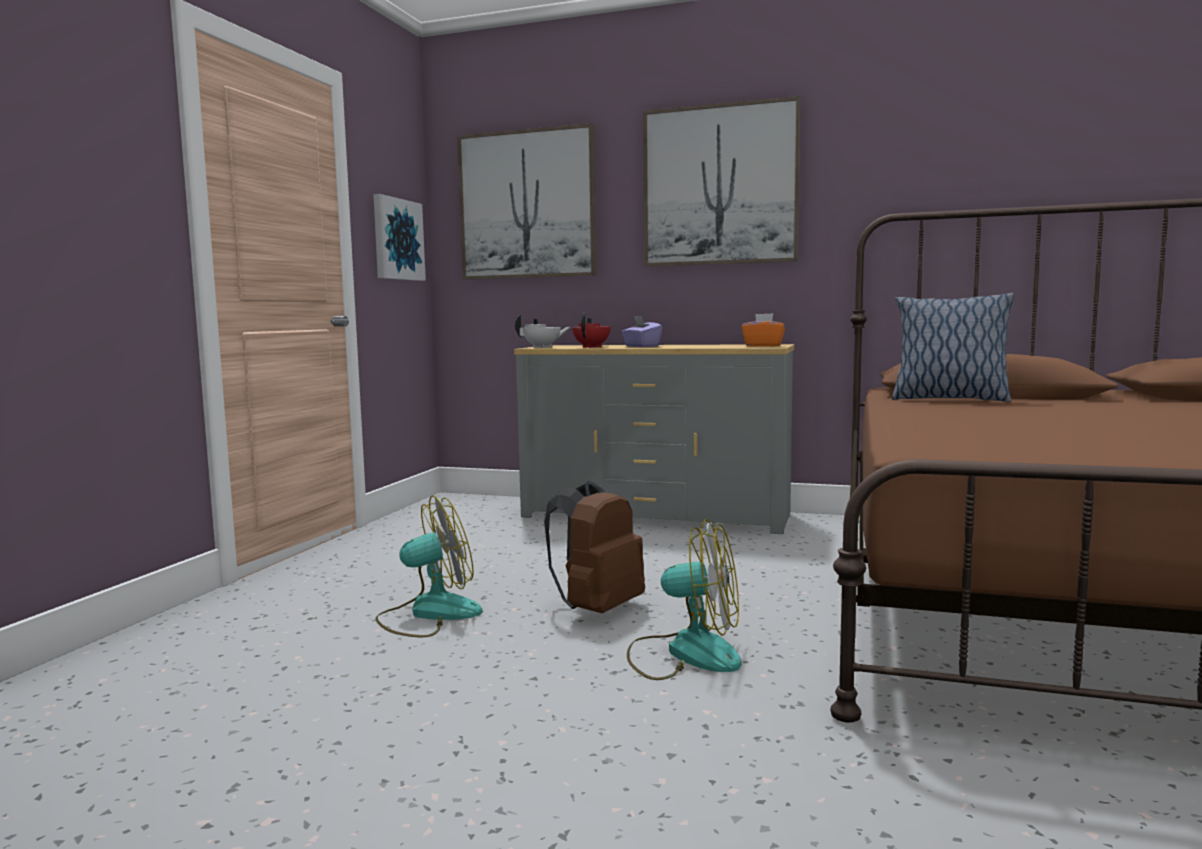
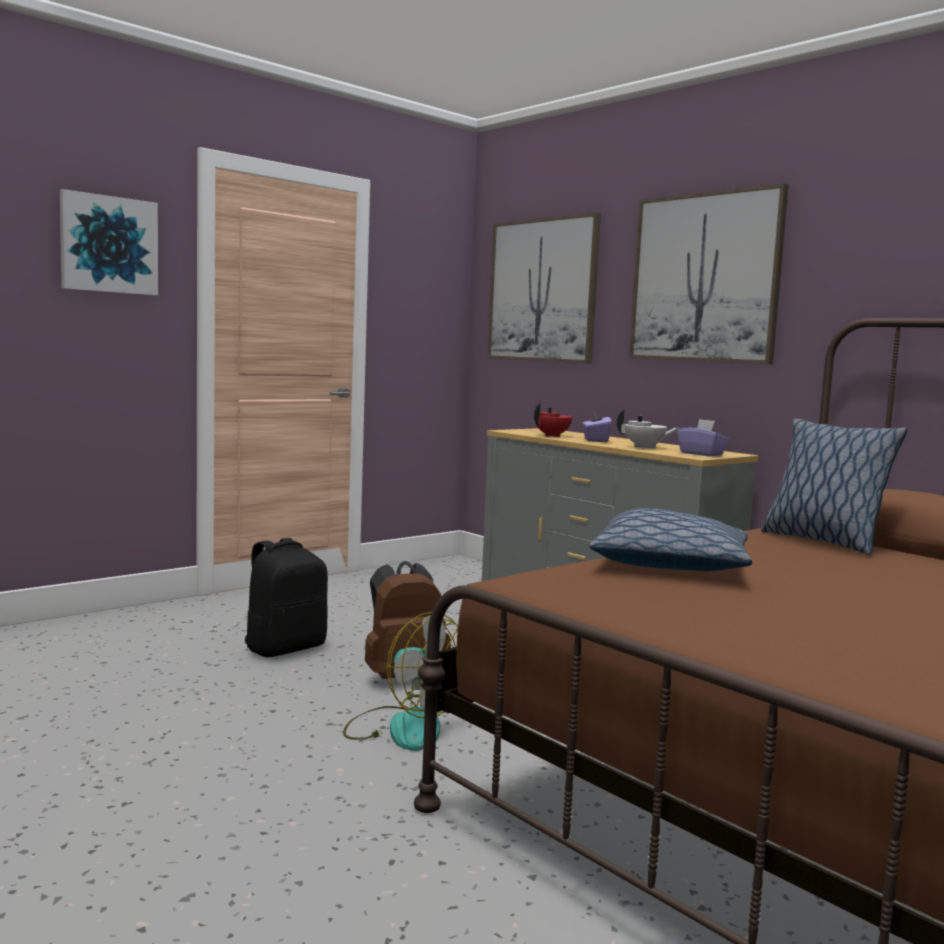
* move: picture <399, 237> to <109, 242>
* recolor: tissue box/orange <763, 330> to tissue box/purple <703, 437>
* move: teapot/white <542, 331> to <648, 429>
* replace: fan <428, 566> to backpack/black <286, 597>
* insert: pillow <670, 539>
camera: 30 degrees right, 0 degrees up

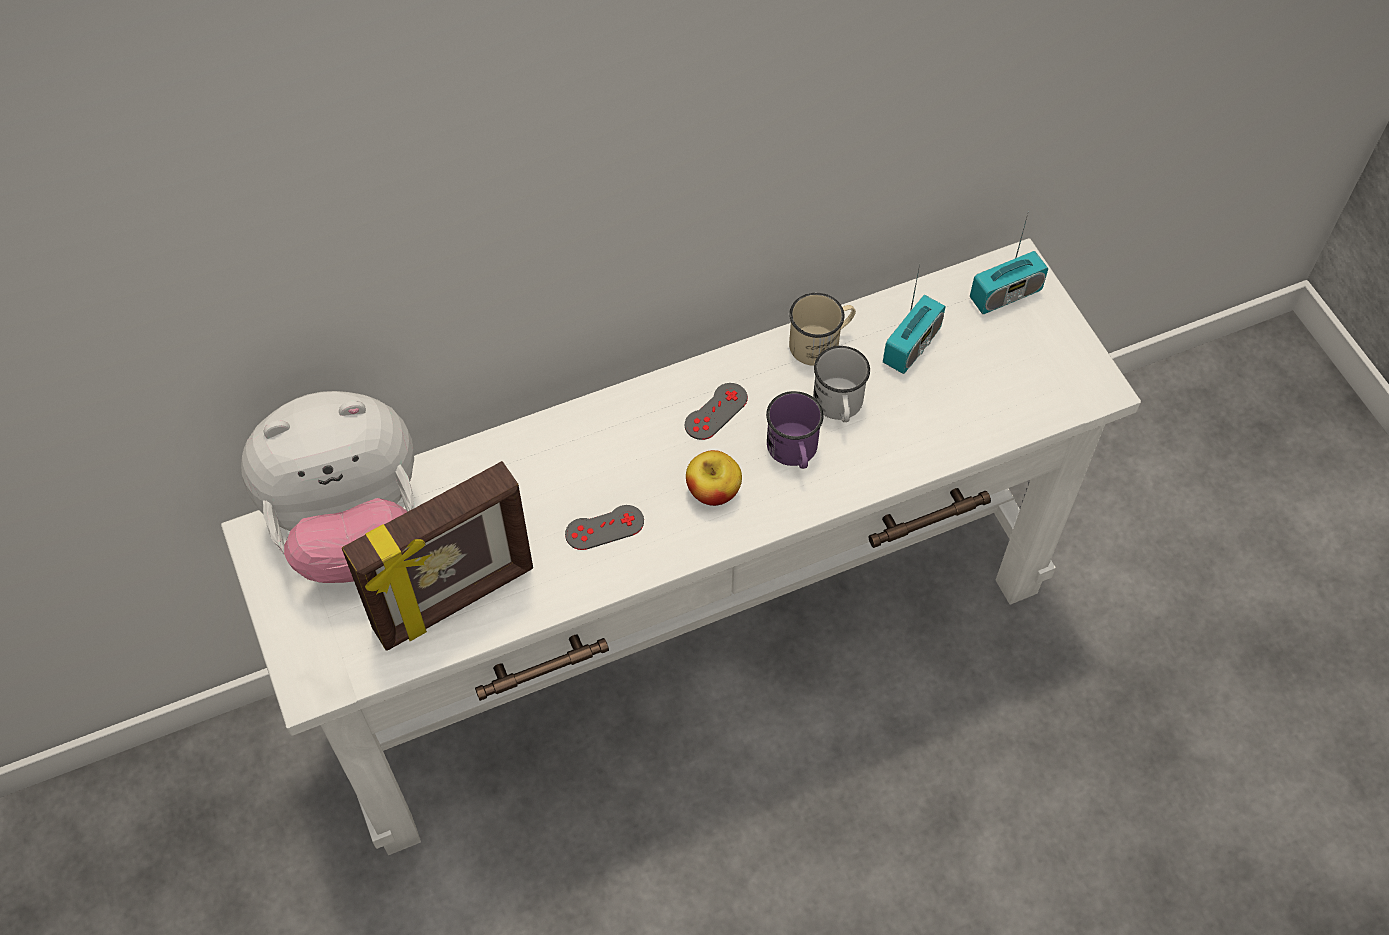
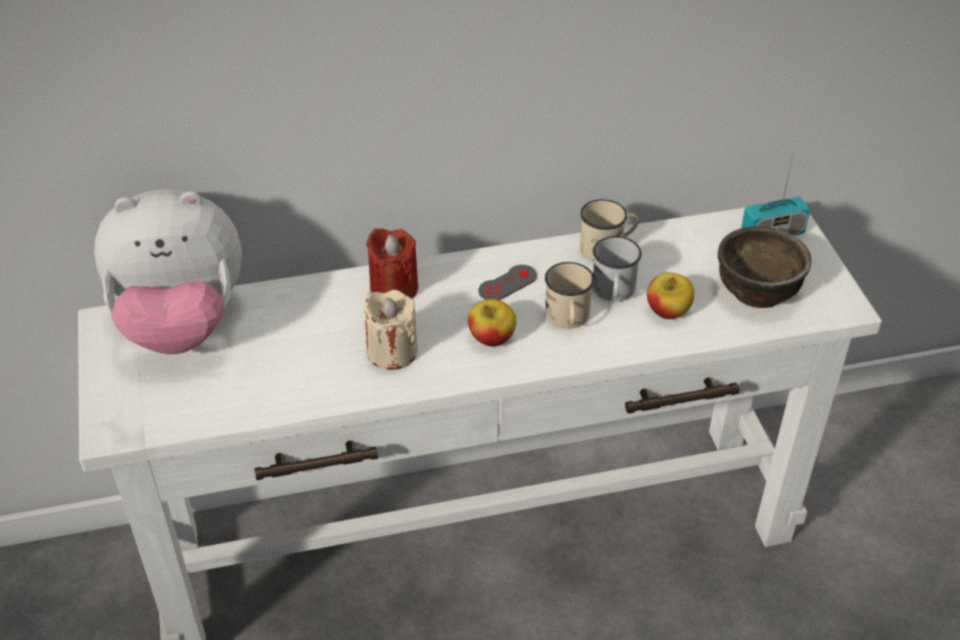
* delete: radio <914, 319>
* recolor: mug/purple <795, 430> to mug/beige <569, 295>
* delete: picture frame <437, 556>
* replace: game controller/grey <604, 527> to candle/beige <390, 330>
* insert: bowl/brown <765, 267>
* insert: candle/red <392, 263>
* insert: apple <670, 295>
camera: 10 degrees right, 15 degrees down

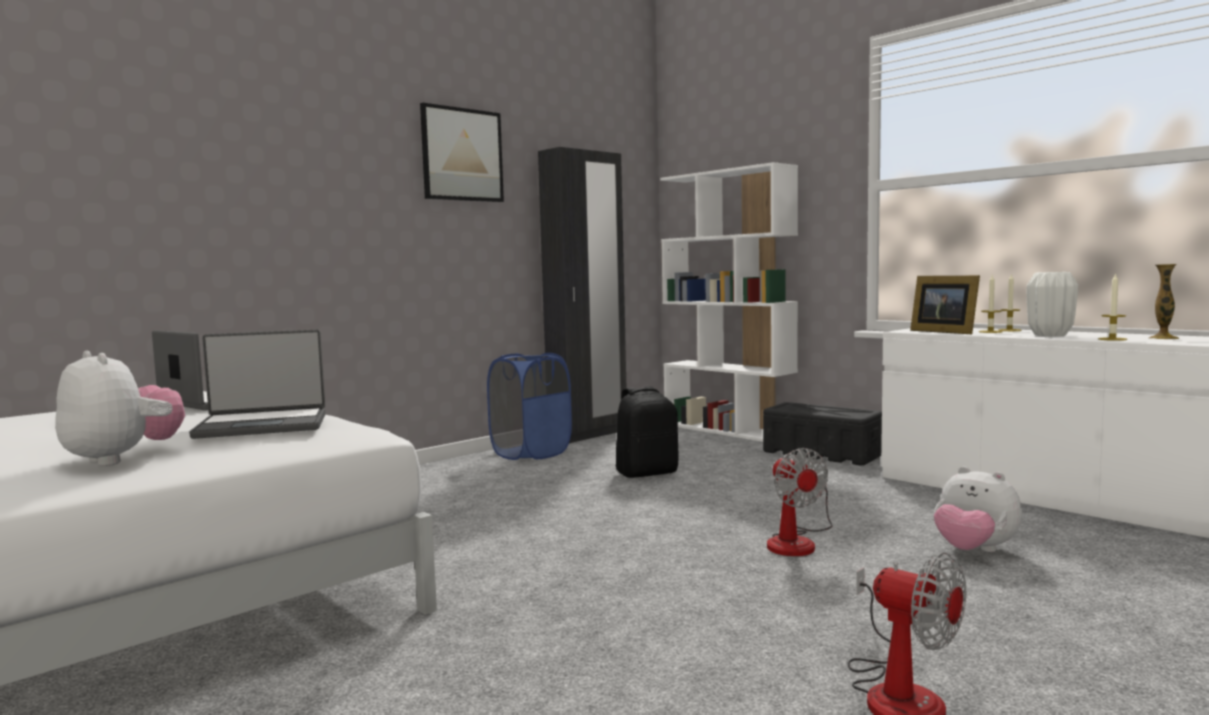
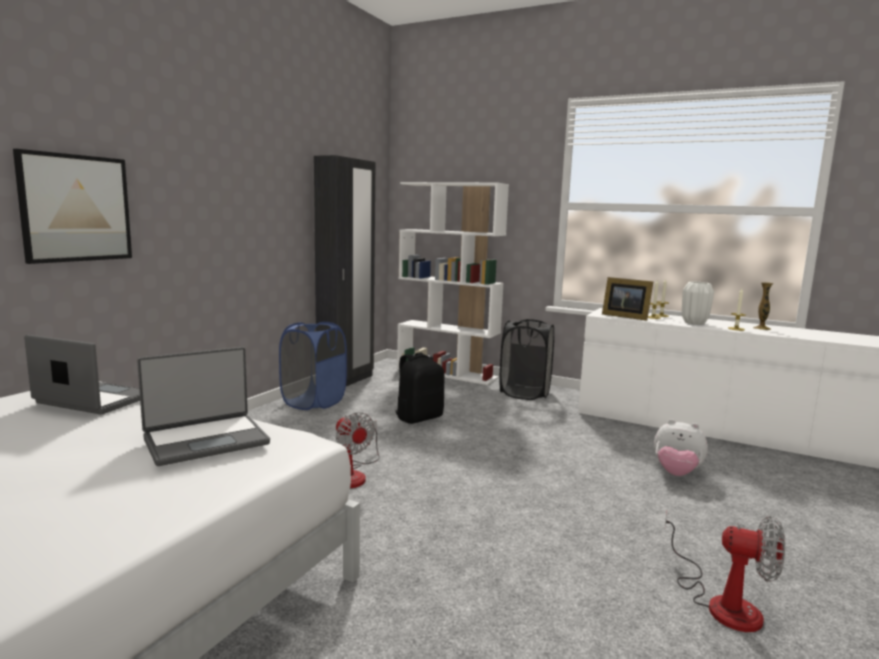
* move: picture <462, 152> to <72, 206>
* delete: plush toy <120, 408>
* replace: storage box/black <822, 433> to laundry basket/black <526, 359>
* move: fan <800, 502> to <358, 450>
camera: 20 degrees left, 5 degrees up

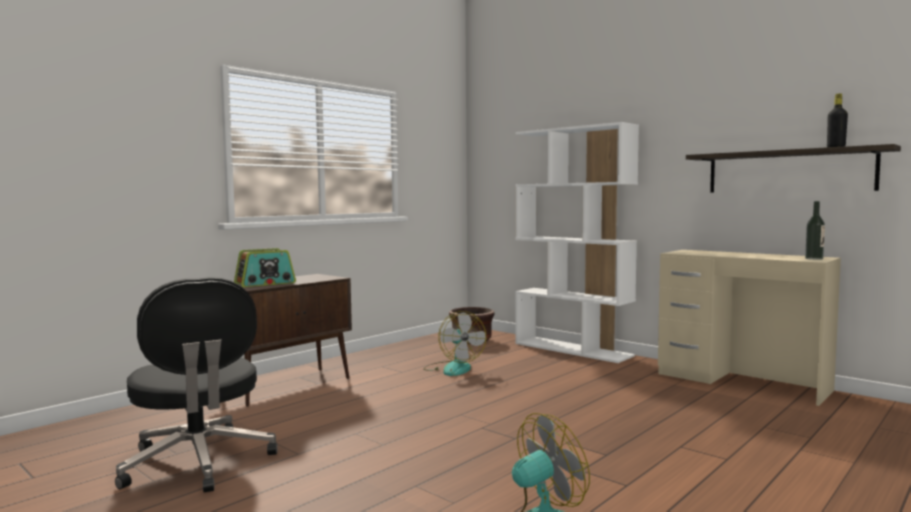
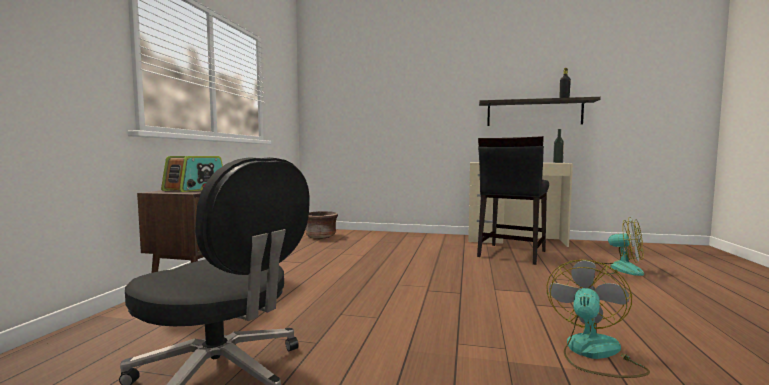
* delete: bookcase/white <577, 242>
* move: fan <454, 343> to <619, 246>
* insert: chair/black <513, 200>
camera: 30 degrees left, 0 degrees up

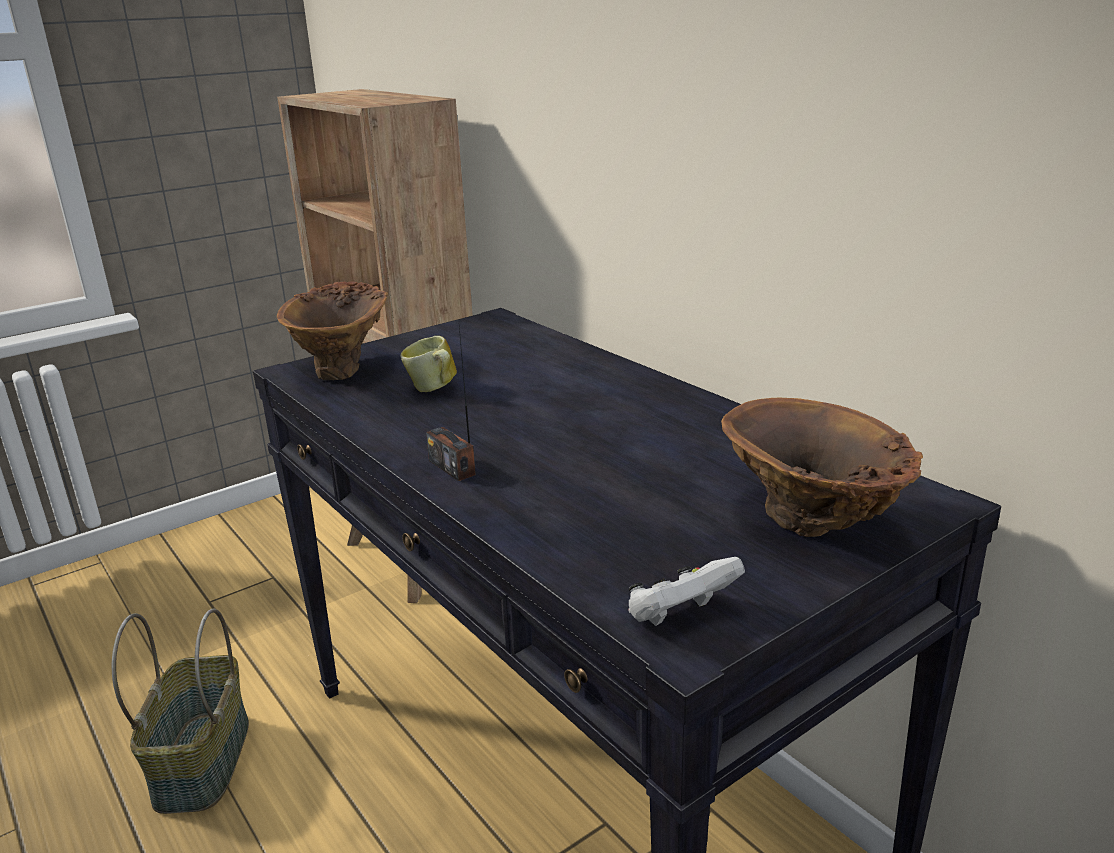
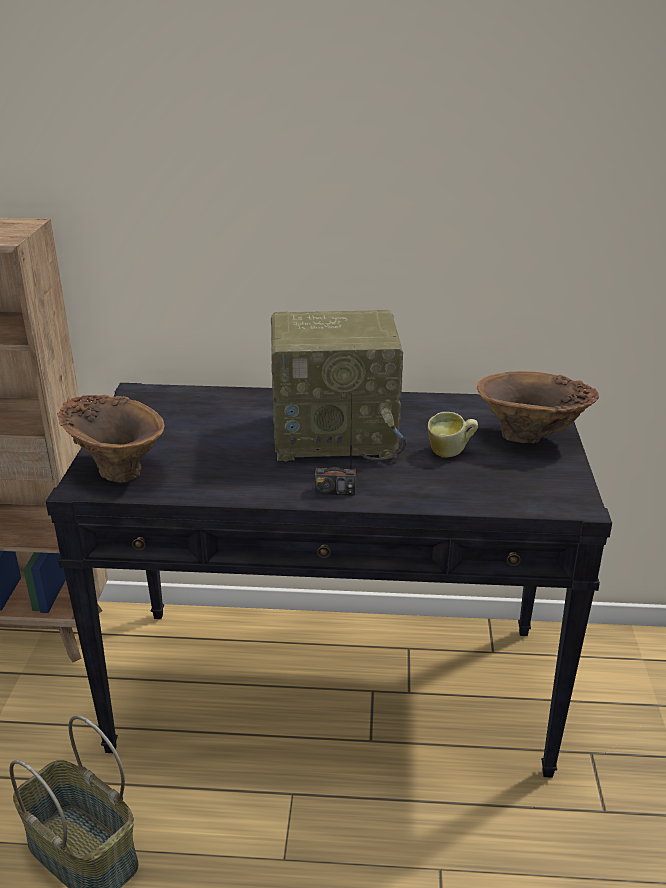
* move: mug <429, 364> to <453, 435>
* delete: game controller/white <686, 591>
* insert: radio <338, 386>
camera: 50 degrees left, 5 degrees up

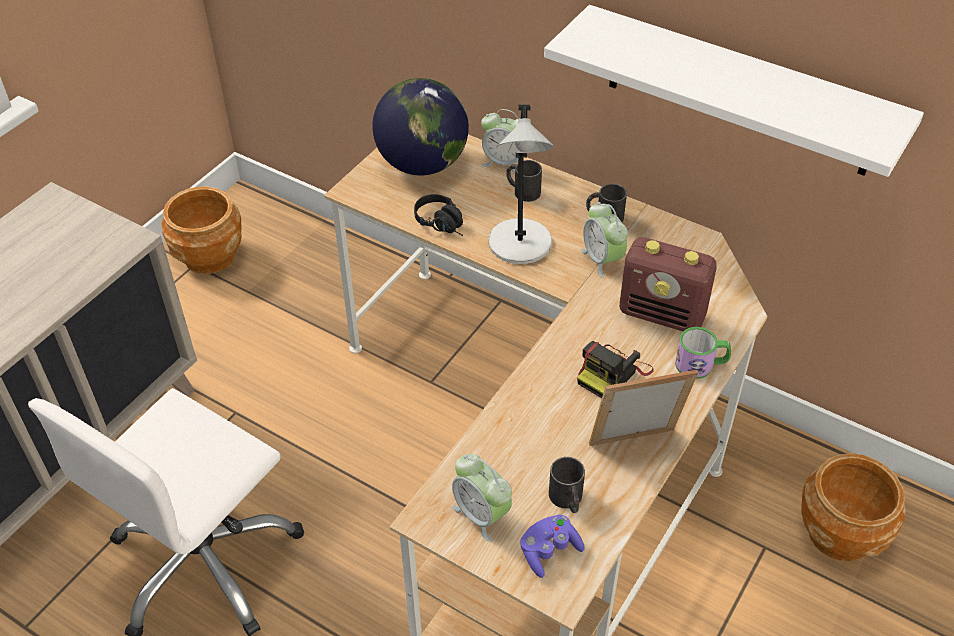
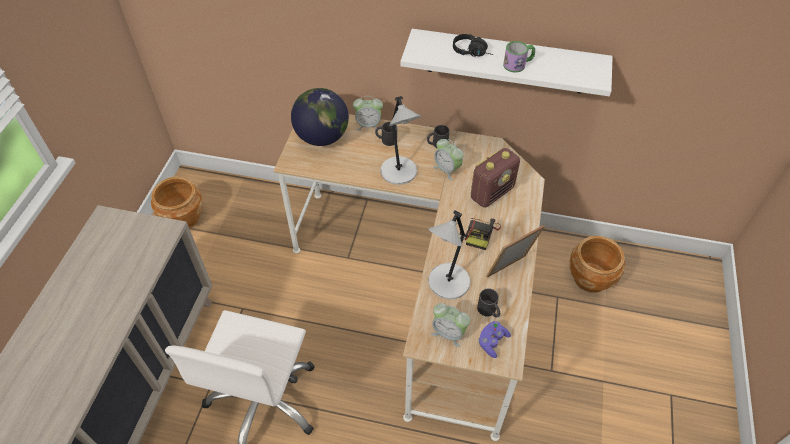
* move: headphones/black <438, 215> to <473, 45>
* rotate: radio <668, 284> = <495, 177> 45 degrees counterclockwise
* move: mug <703, 353> to <519, 57>
* insert: table lamp/grey <449, 255>
camera: 20 degrees left, 5 degrees up

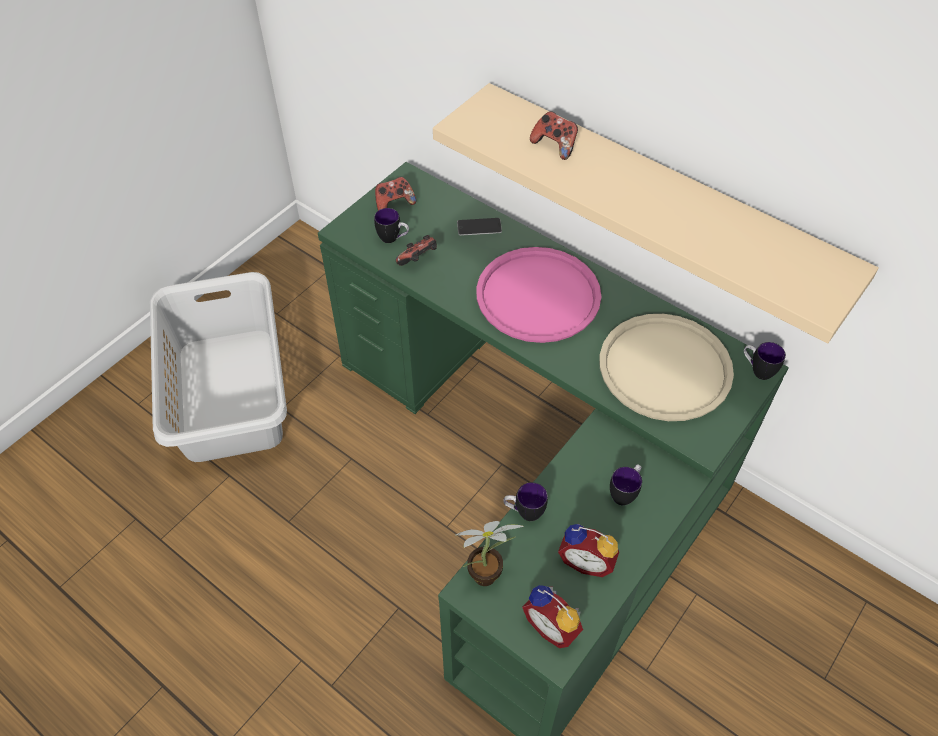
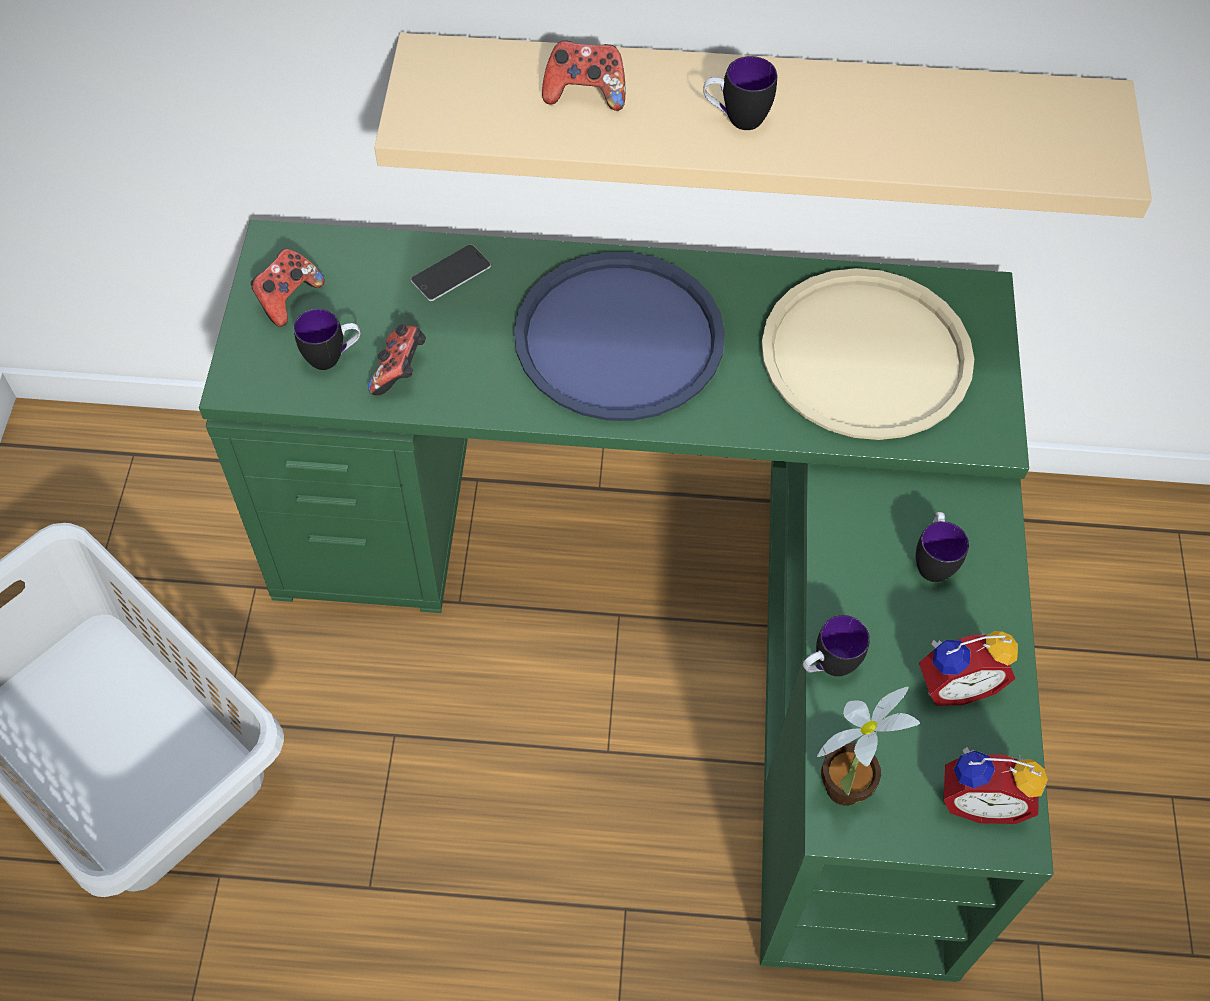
* recolor: tray/pink <538, 295> to tray/blue <619, 336>
* move: mug <765, 361> to <740, 93>
camera: 35 degrees left, 5 degrees up

